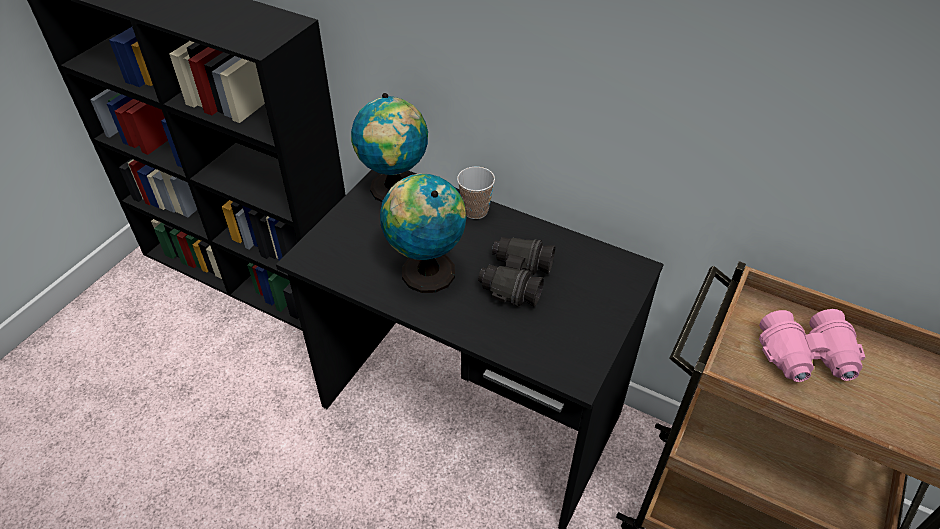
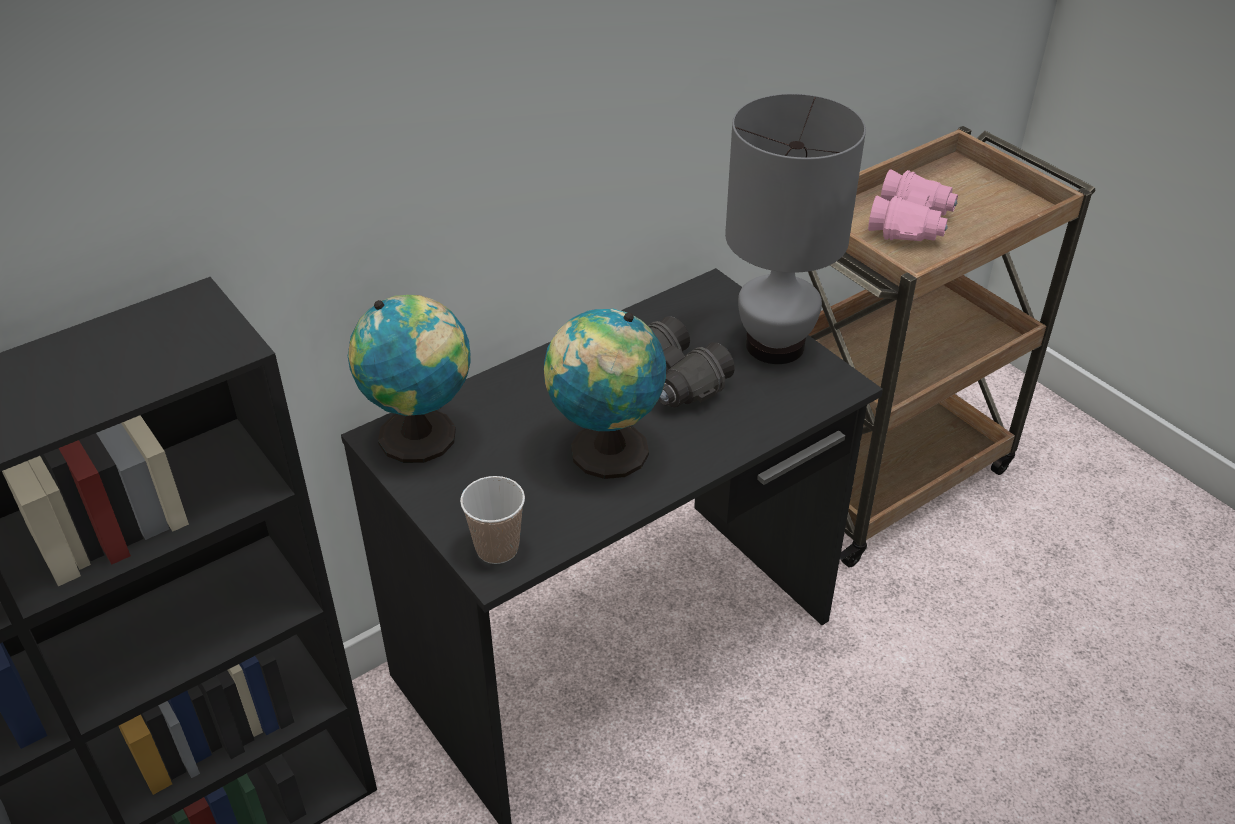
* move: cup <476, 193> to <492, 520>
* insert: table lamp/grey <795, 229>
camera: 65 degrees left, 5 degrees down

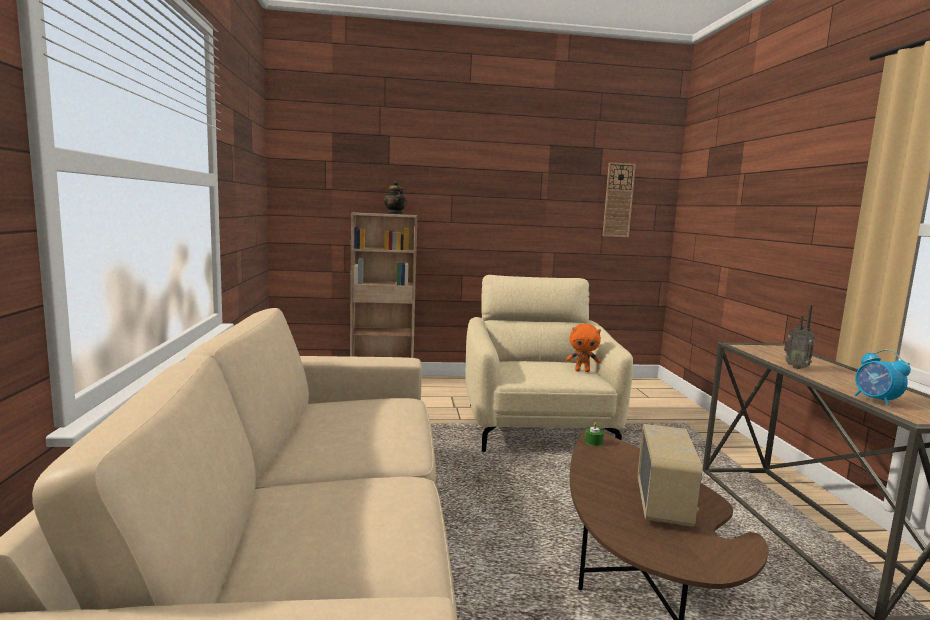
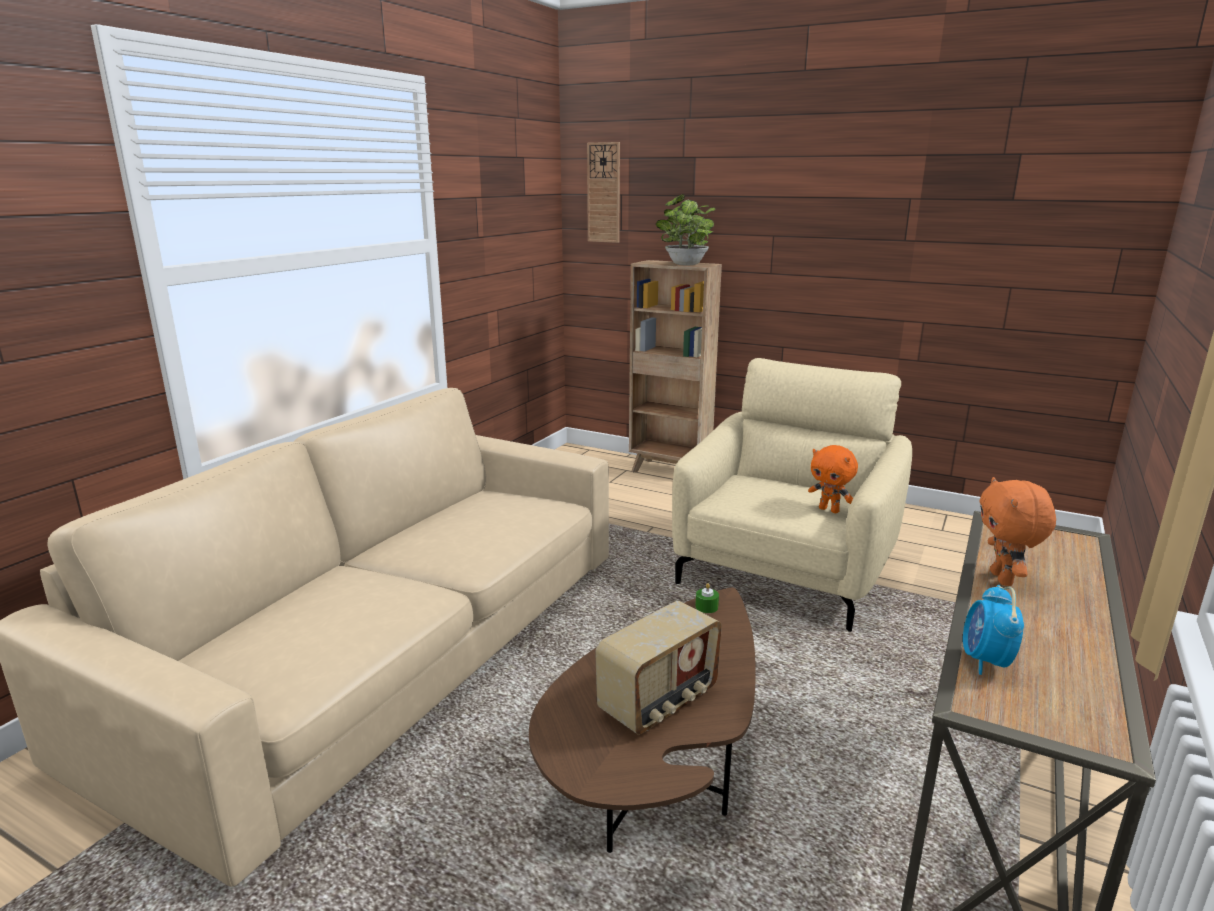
* move: wall clock <619, 199> to <603, 192>
* replace: teapot <395, 197> to potted plant <685, 230>
* replace: radio <799, 337> to plush toy/orange <1017, 531>
camera: 35 degrees right, 10 degrees up

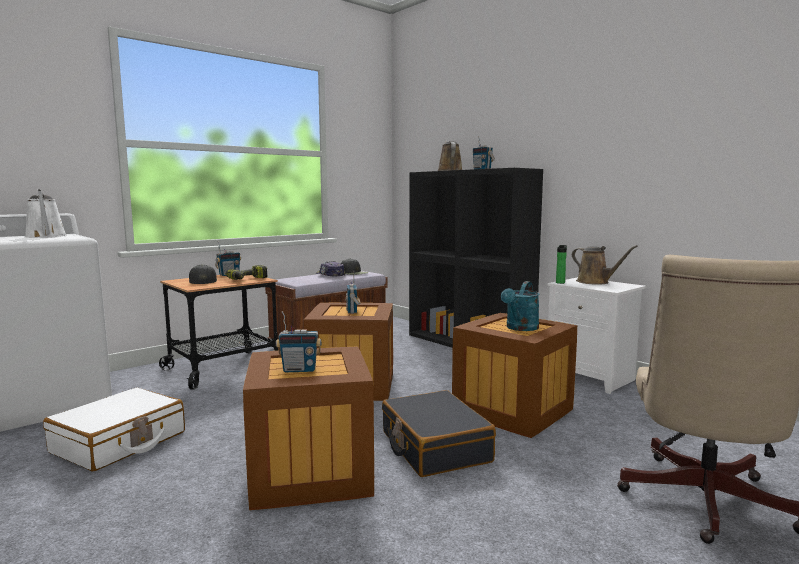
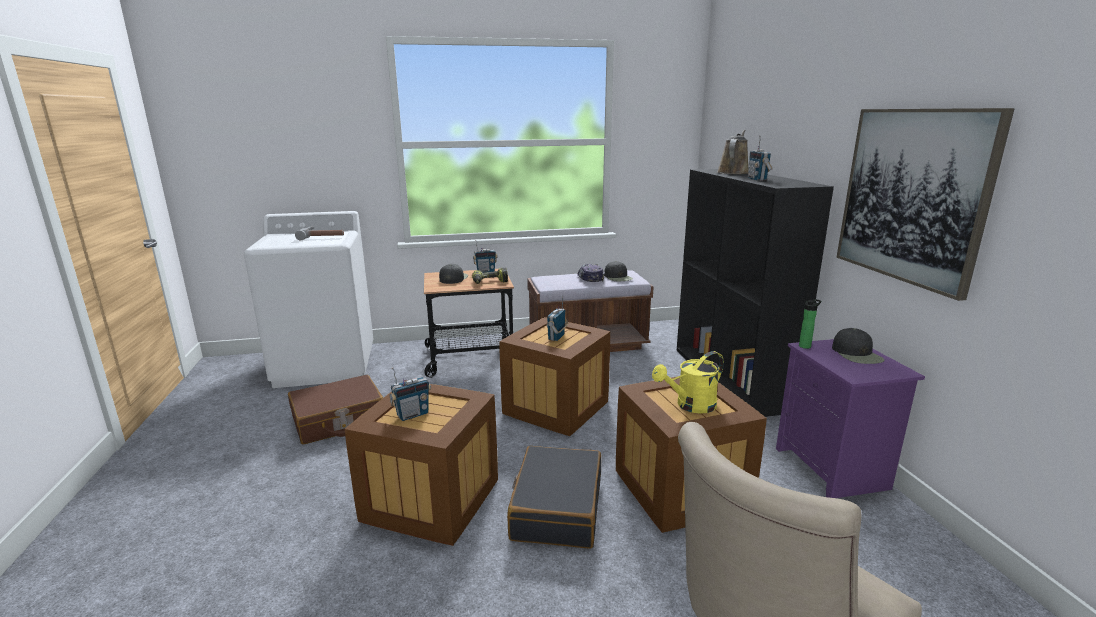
* replace: watering can/white <45, 213> to hammer <319, 233>
* replace: watering can/brown <605, 265> to cap/black <858, 346>
* recolor: nightstand/white <596, 335> to nightstand/purple <850, 418>
* recolor: watering can/turquoise <520, 306> to watering can/yellow <688, 382>
* rotate: radio <298, 341> = <410, 394> 60 degrees counterclockwise
* recolor: suitcase/white <114, 430> to suitcase/brown <335, 409>
* insert: picture <926, 204>
camera: 30 degrees right, 10 degrees up

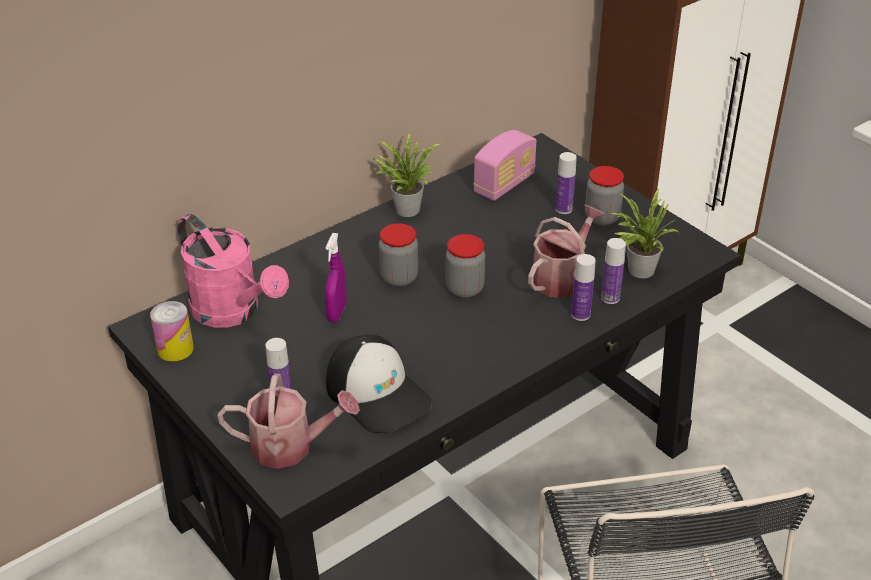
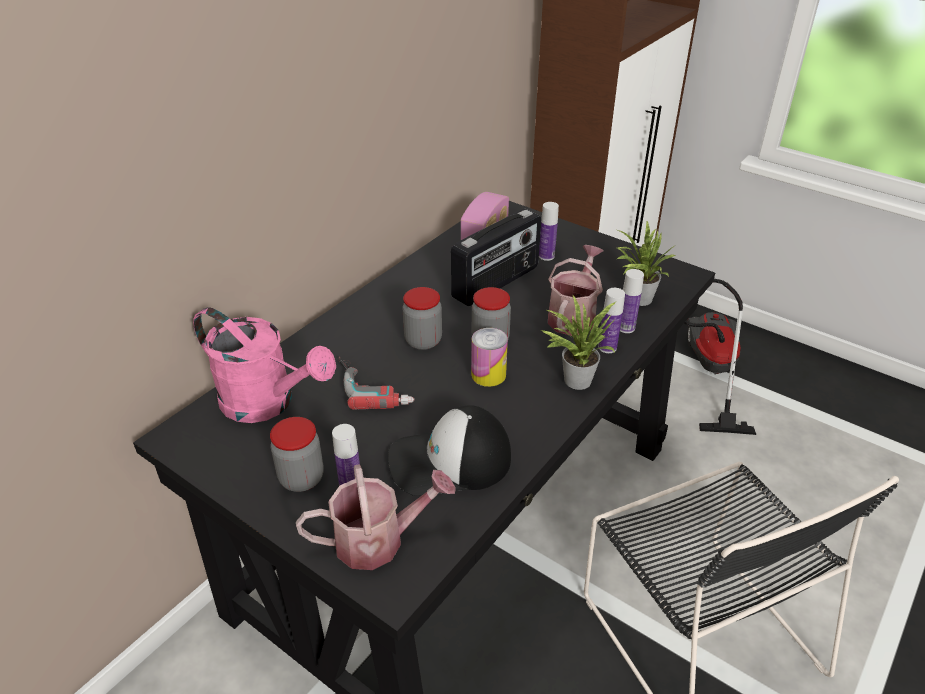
* move: potted plant <406, 174> to <579, 343>
* move: jar <604, 196> to <297, 454>
* replace: spray bottle/purple <336, 277> to power drill <376, 383>
* move: can <172, 331> to <489, 357>
* rotate: cap <379, 383> = <449, 450> 135 degrees clockwise
* insert: radio <496, 257>
* insert: vacuum cleaner <720, 357>
camera: 15 degrees left, 0 degrees up

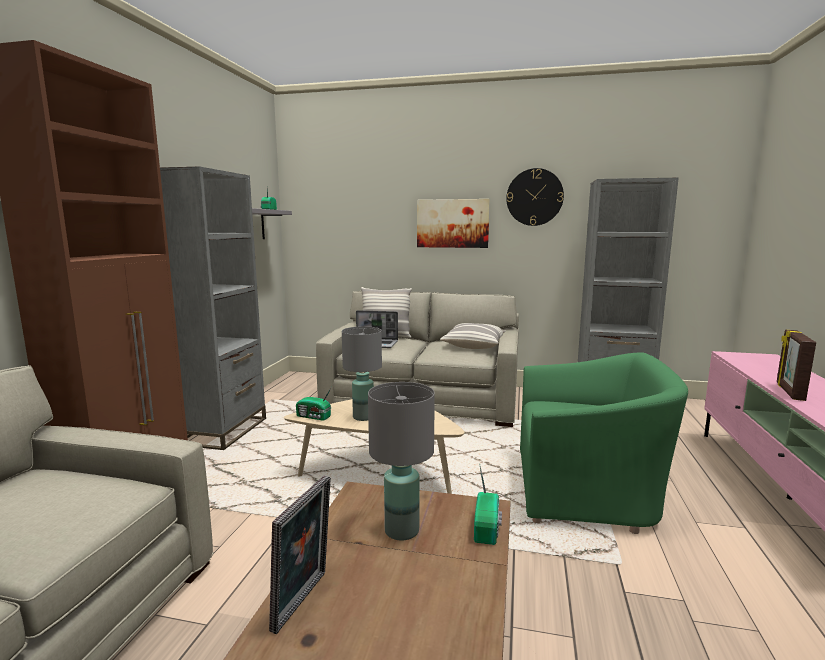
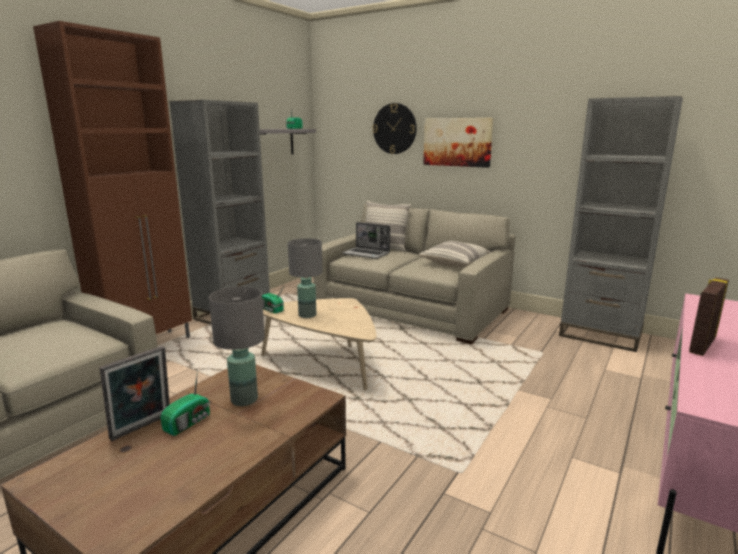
* move: wall clock <535, 197> to <395, 128>
* delete: armchair/green <604, 443>
* move: radio <488, 504> to <185, 403>
camera: 20 degrees right, 5 degrees up

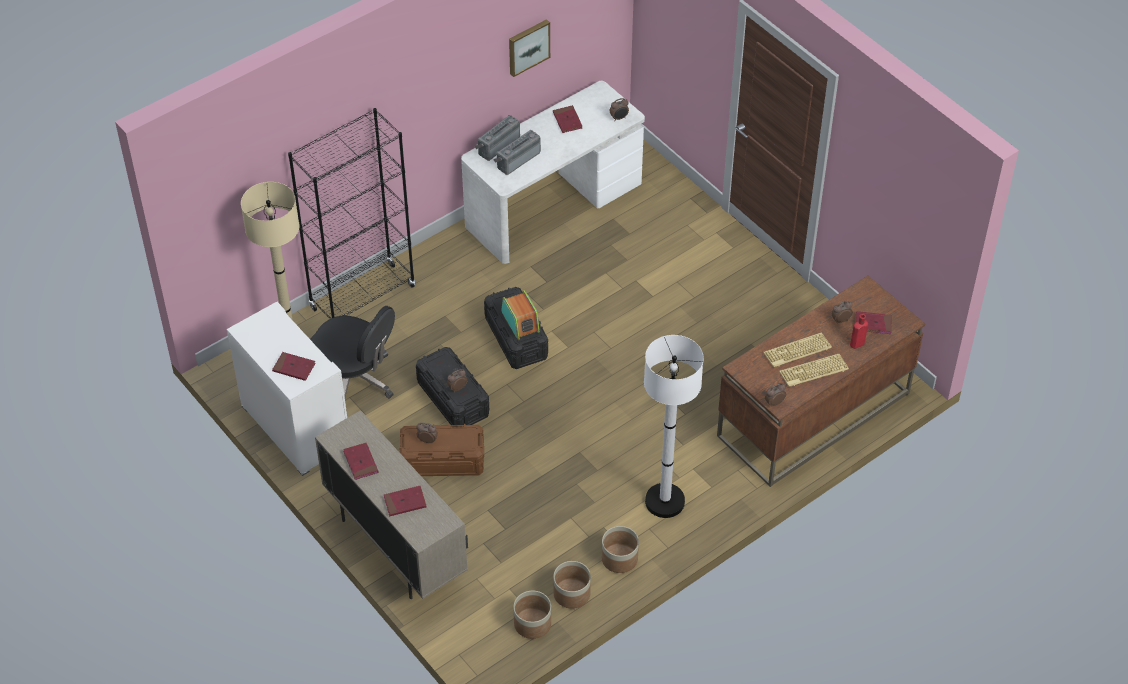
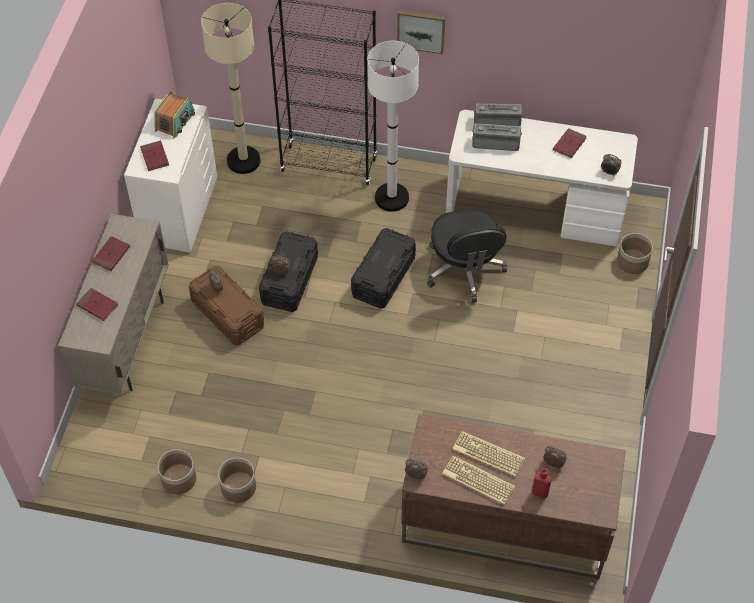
* move: picture <529, 48> to <421, 32>
* move: radio <521, 315> to <174, 115>
* move: office chair/black <352, 352> to <467, 256>
* delete: book/red <874, 322>
* move: floor lamp/white <674, 426> to <393, 126>
* move: planter <532, 615> to <635, 253>
camera: 50 degrees right, 5 degrees up

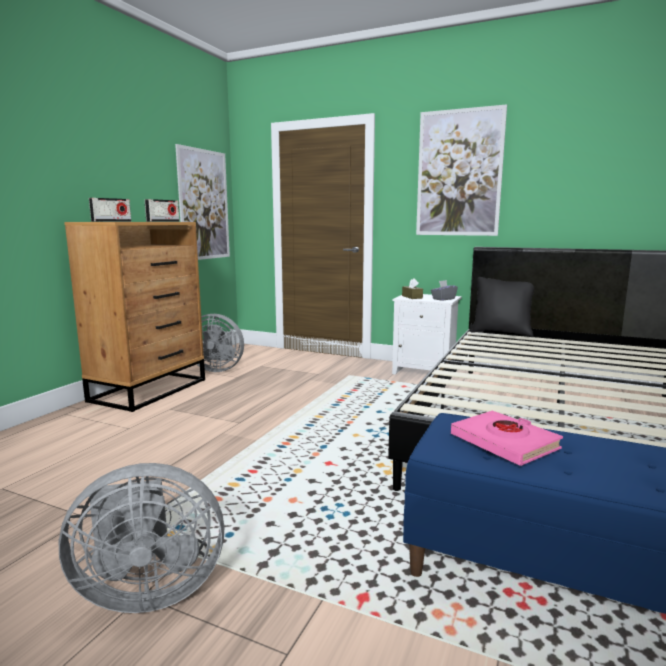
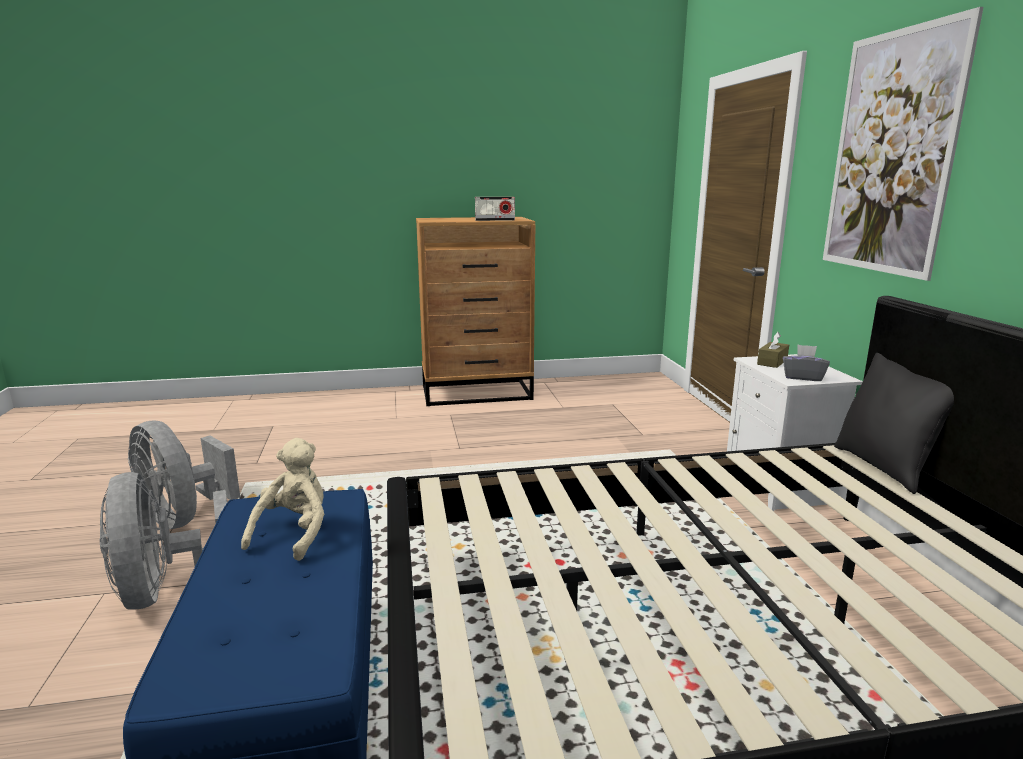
* delete: picture <202, 202>
* delete: radio <110, 210>
* move: fan/grey <220, 343> to <163, 540>
* replace: book/pink <507, 438> to plush toy/beige <282, 499>
camera: 55 degrees right, 5 degrees up

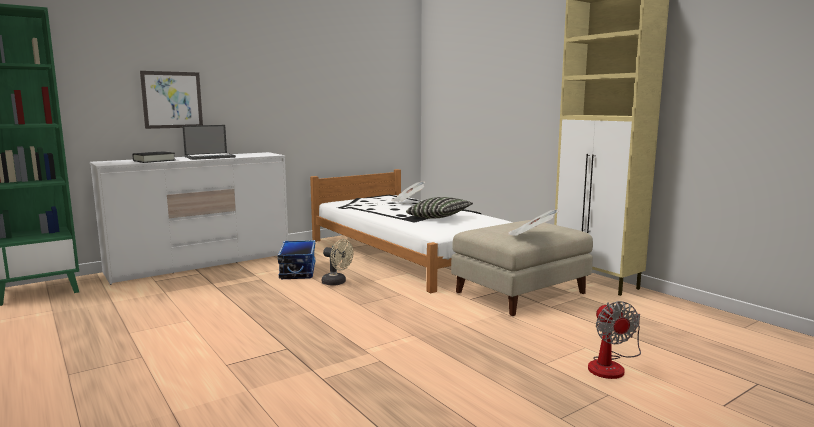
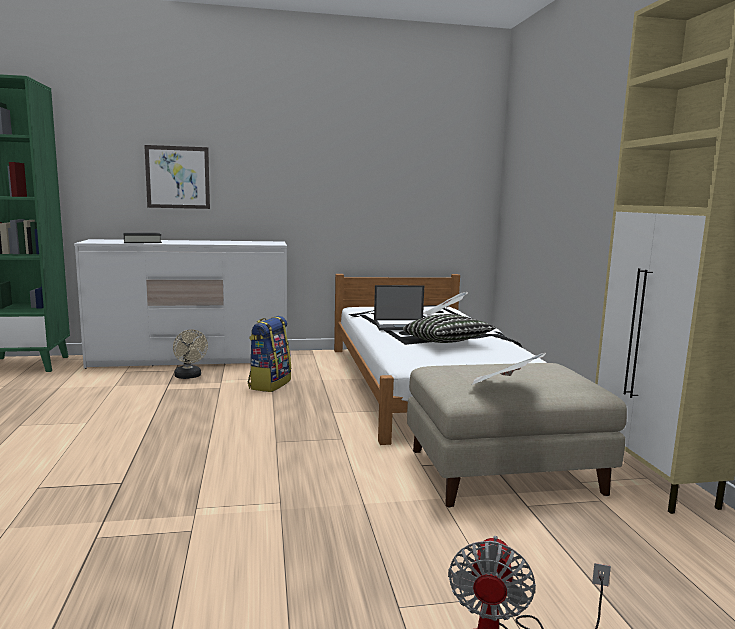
* move: laptop <209, 142> to <399, 308>
* move: fan/beige <337, 262> to <190, 354>
* replace: storage box <296, 259> to backpack <269, 354>
camera: 25 degrees right, 0 degrees up

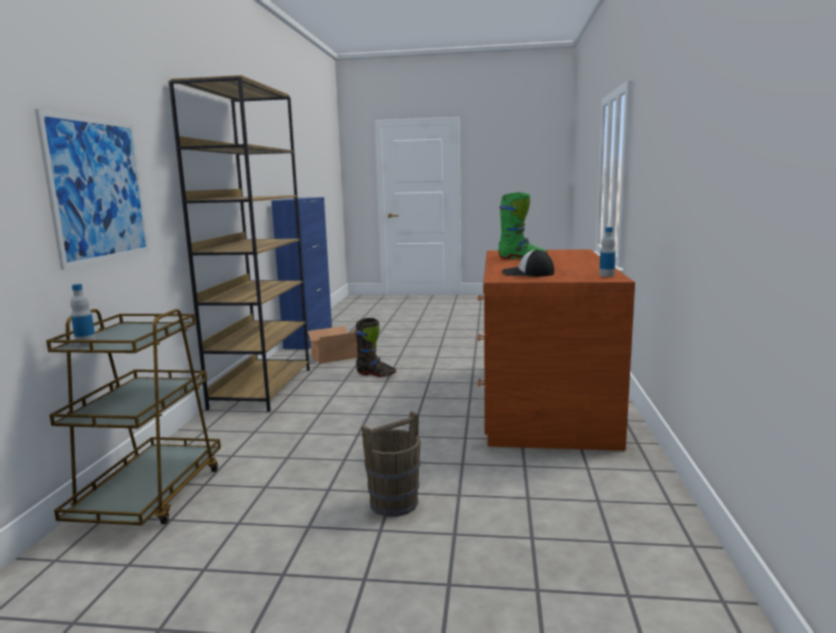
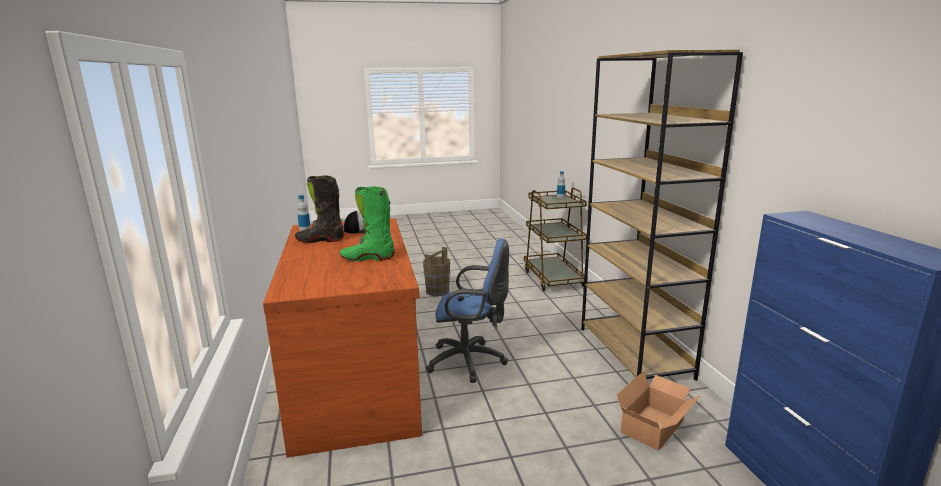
* delete: picture <92, 189>
* move: boot/black <375, 347> to <319, 209>
* insert: office chair/blue <467, 311>
camera: 160 degrees right, 5 degrees up

